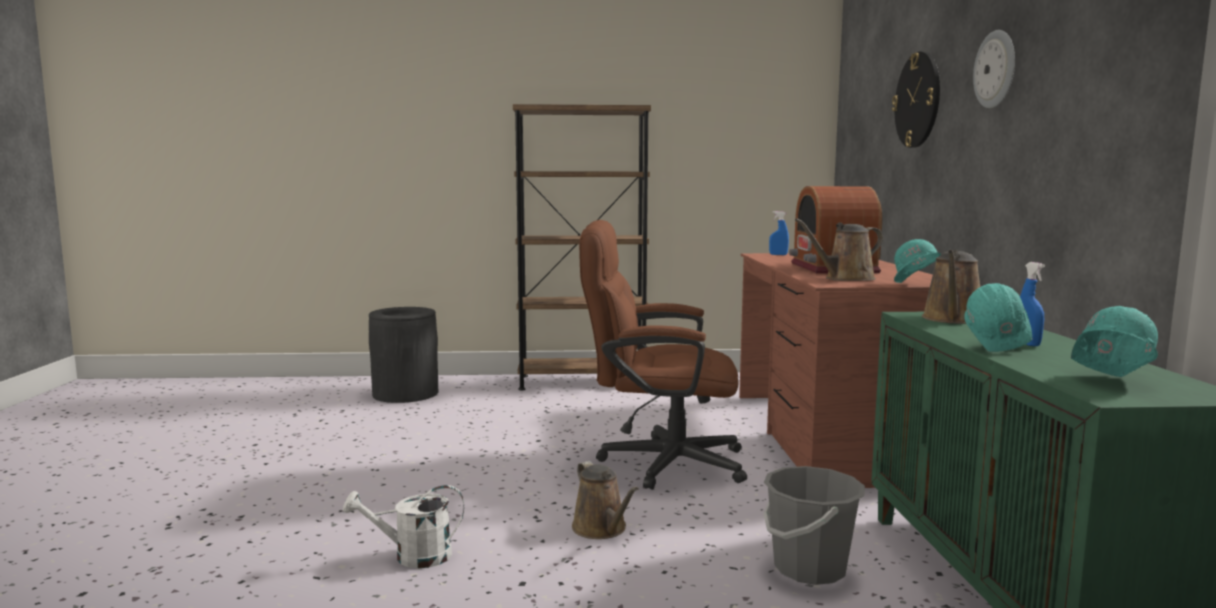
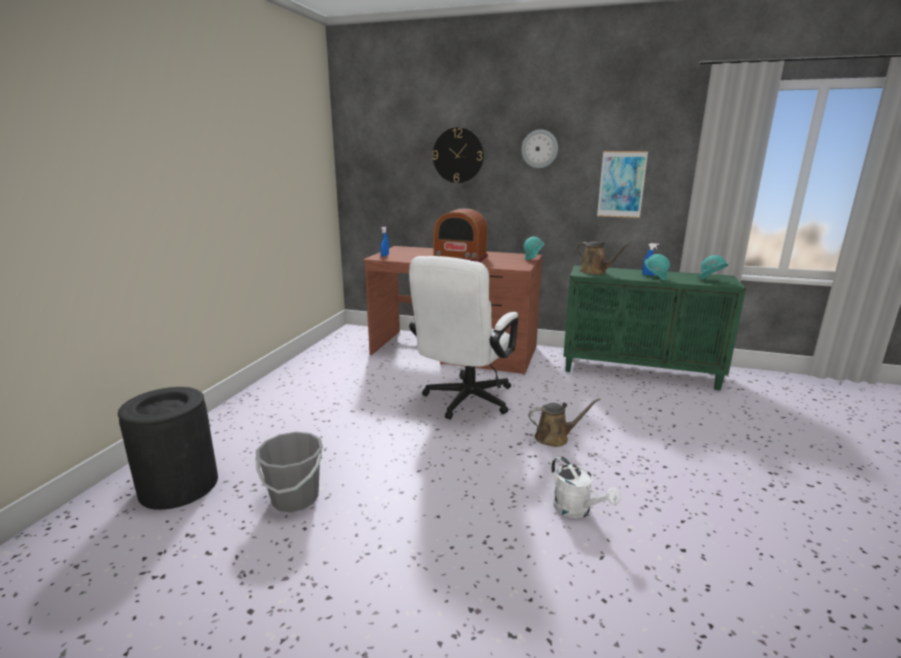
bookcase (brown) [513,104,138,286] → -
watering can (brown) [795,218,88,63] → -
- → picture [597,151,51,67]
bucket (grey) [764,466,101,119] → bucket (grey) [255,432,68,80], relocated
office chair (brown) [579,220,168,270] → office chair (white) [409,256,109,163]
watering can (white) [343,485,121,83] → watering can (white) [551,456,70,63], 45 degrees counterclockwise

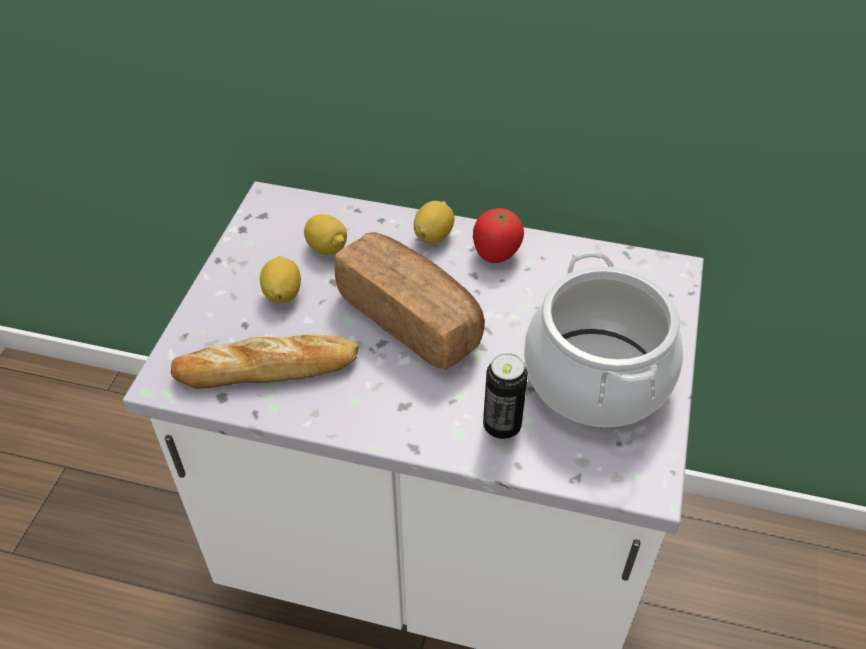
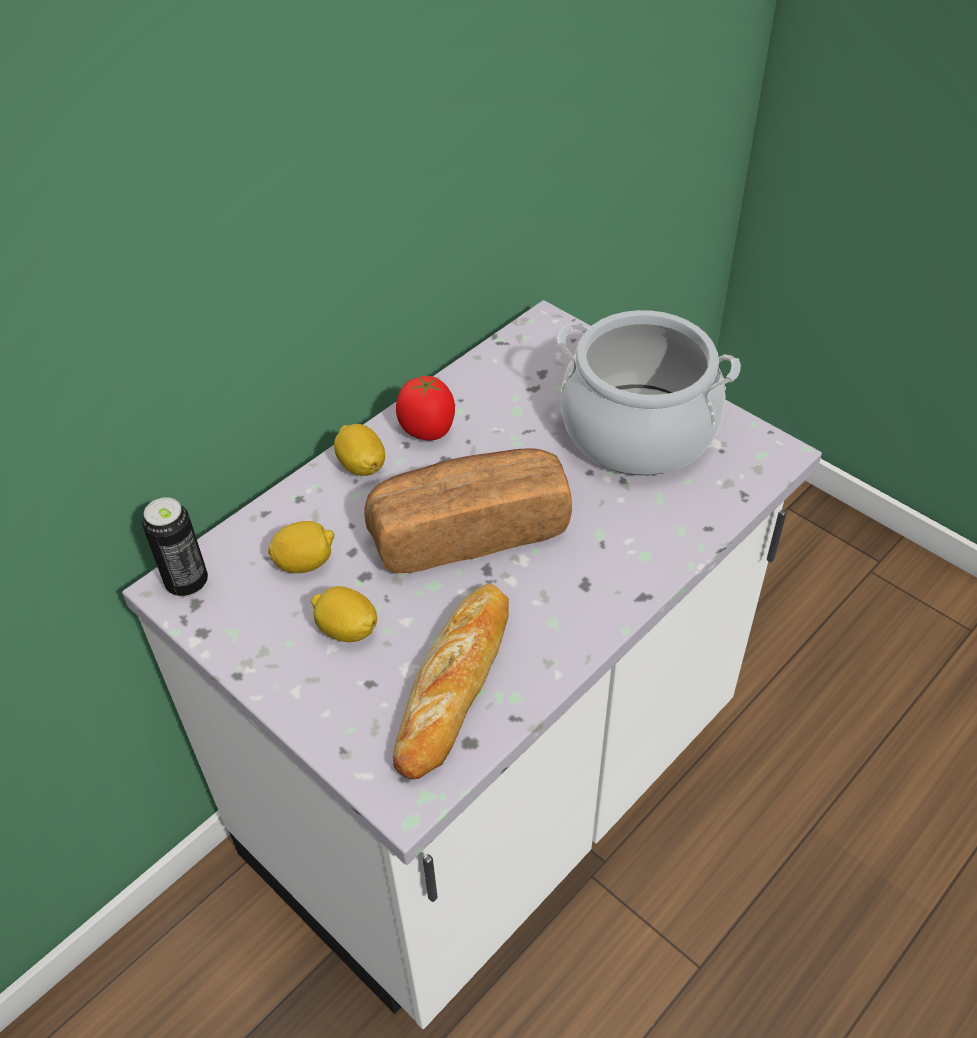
can [483,353,45,86] → can [142,497,66,100], relocated

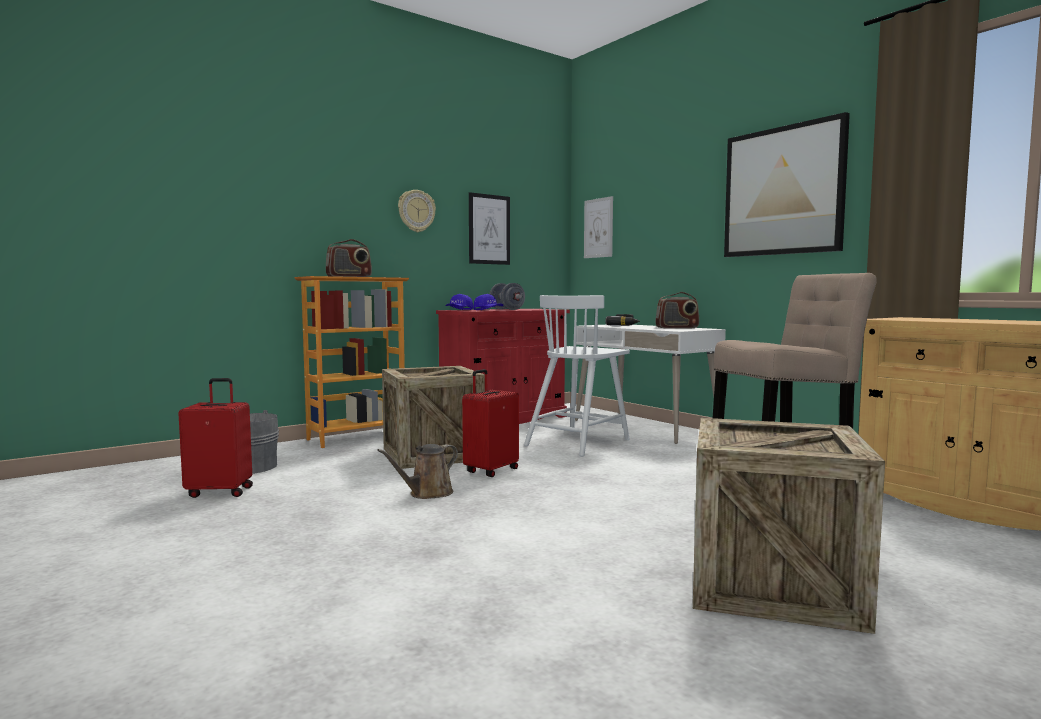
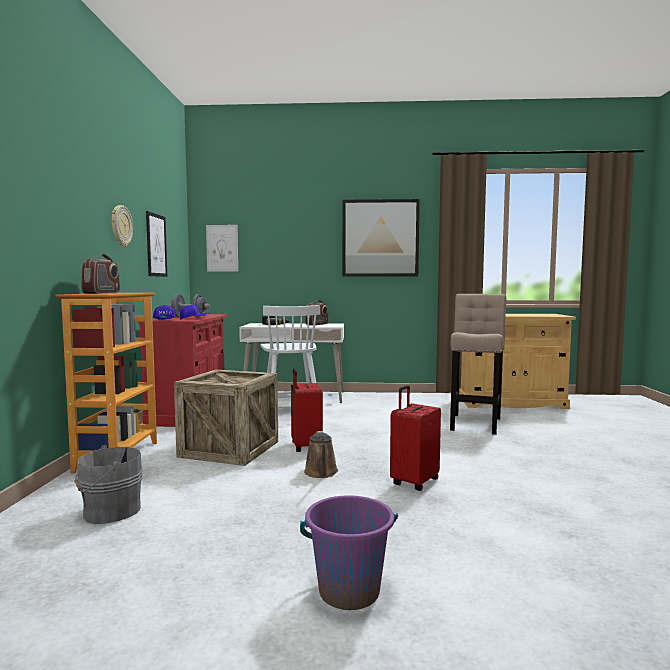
crate [693,418,192,216] → -
- → bucket (purple) [300,495,98,115]
suitcase (red) [178,378,75,120] → suitcase (red) [390,385,51,106], relocated

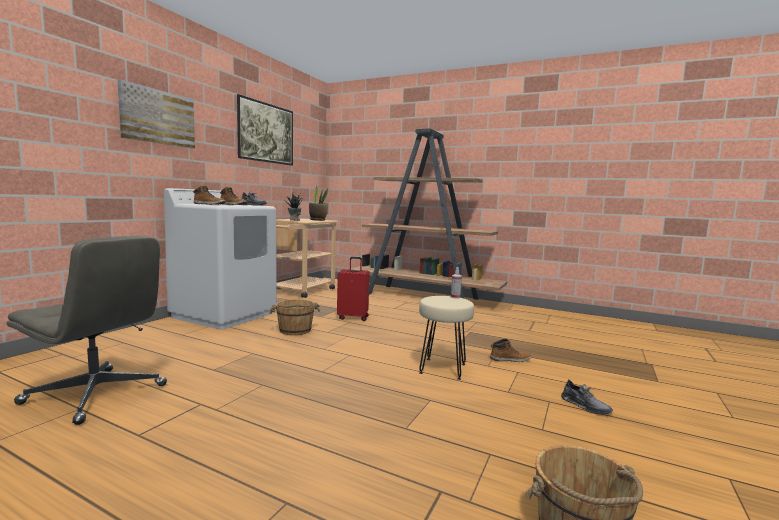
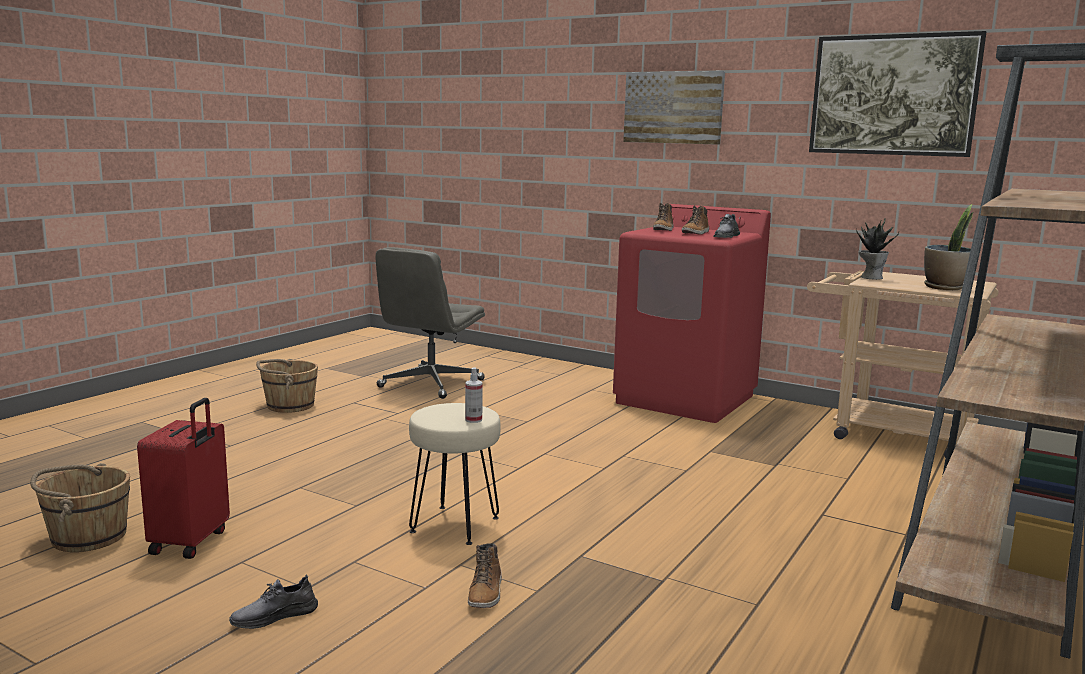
bucket (brown) [270,299,50,36] → bucket (brown) [256,359,62,54], relocated
suitcase (red) [337,257,33,64] → suitcase (red) [137,398,93,161], relocated
washing machine (white) [164,188,113,142] → washing machine (red) [613,204,158,219]

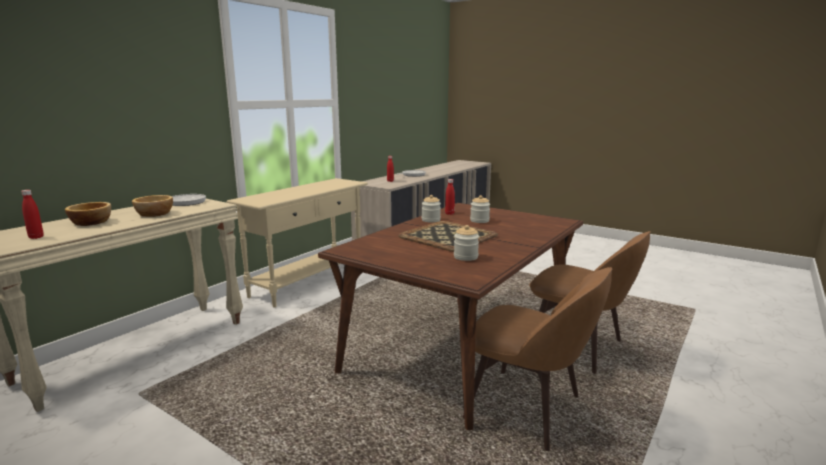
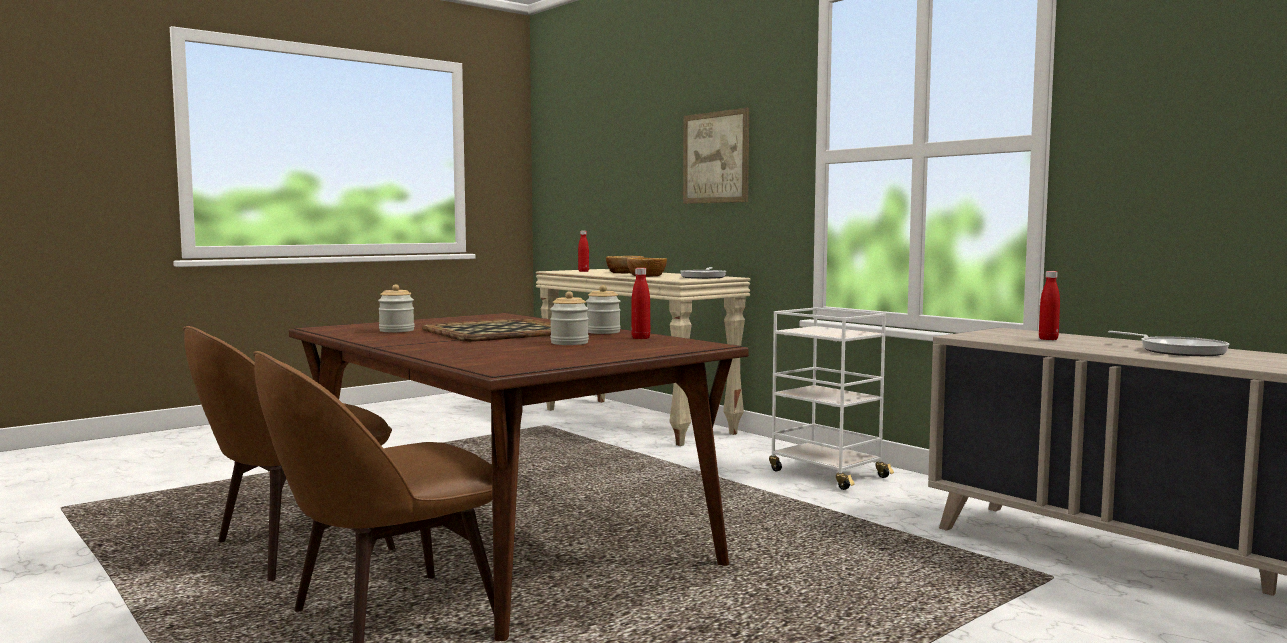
- → picture [683,108,66,96]
console table (beige) [227,178,141,129] → cart (white) [769,307,125,183]

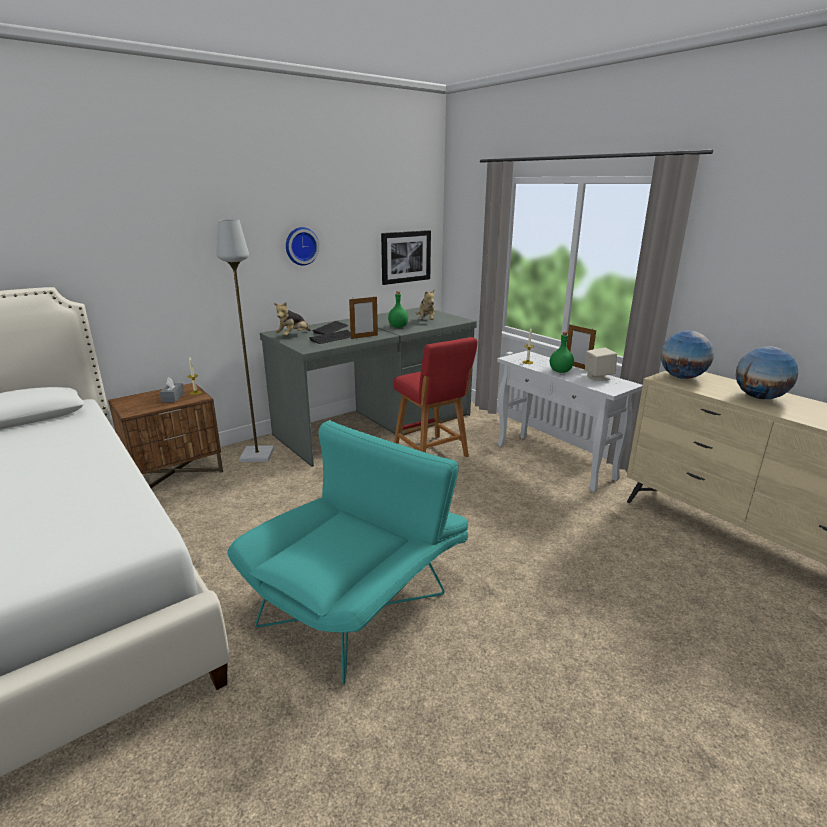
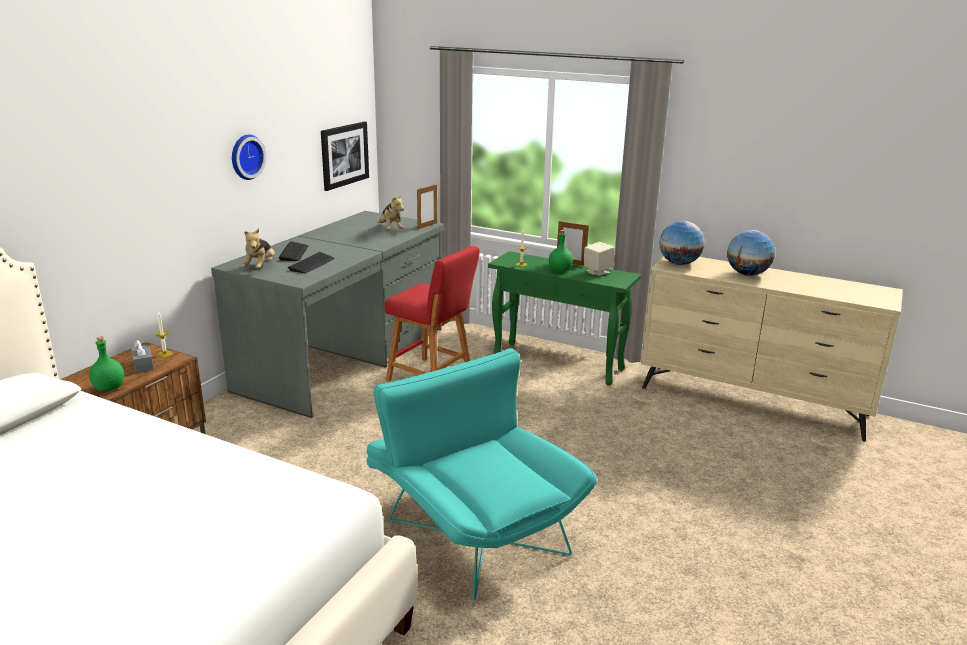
floor lamp (grey) [217,220,57,242] → -
picture frame [349,297,29,42] → picture frame [417,185,20,44], relocated
bottle (green) [388,291,20,37] → bottle (green) [89,337,35,54], relocated
console table (white) [497,351,146,141] → console table (green) [488,251,153,134]
armchair (turquoise) [227,420,241,265] → armchair (turquoise) [367,348,230,252], 45 degrees counterclockwise

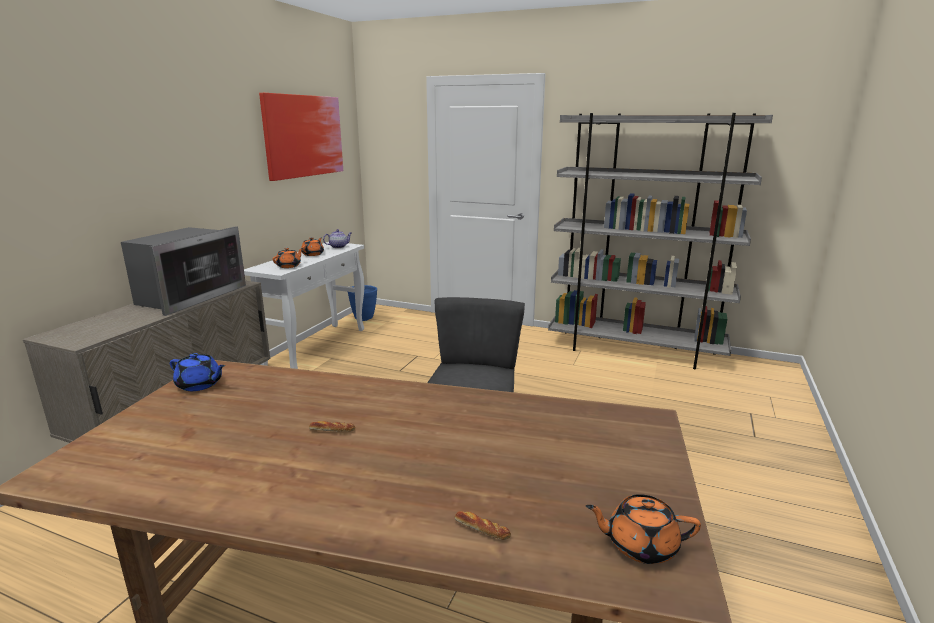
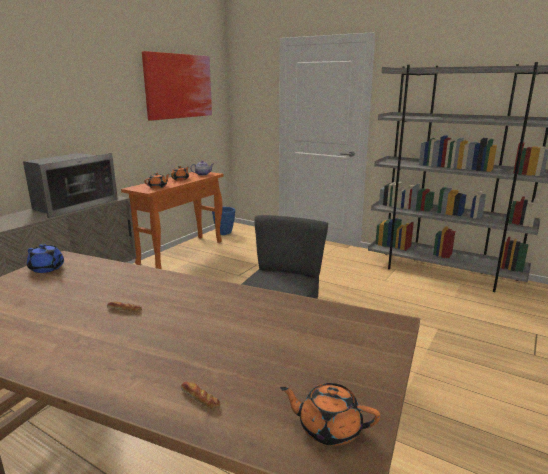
console table (white) [244,242,120,127] → console table (orange) [121,171,102,98]

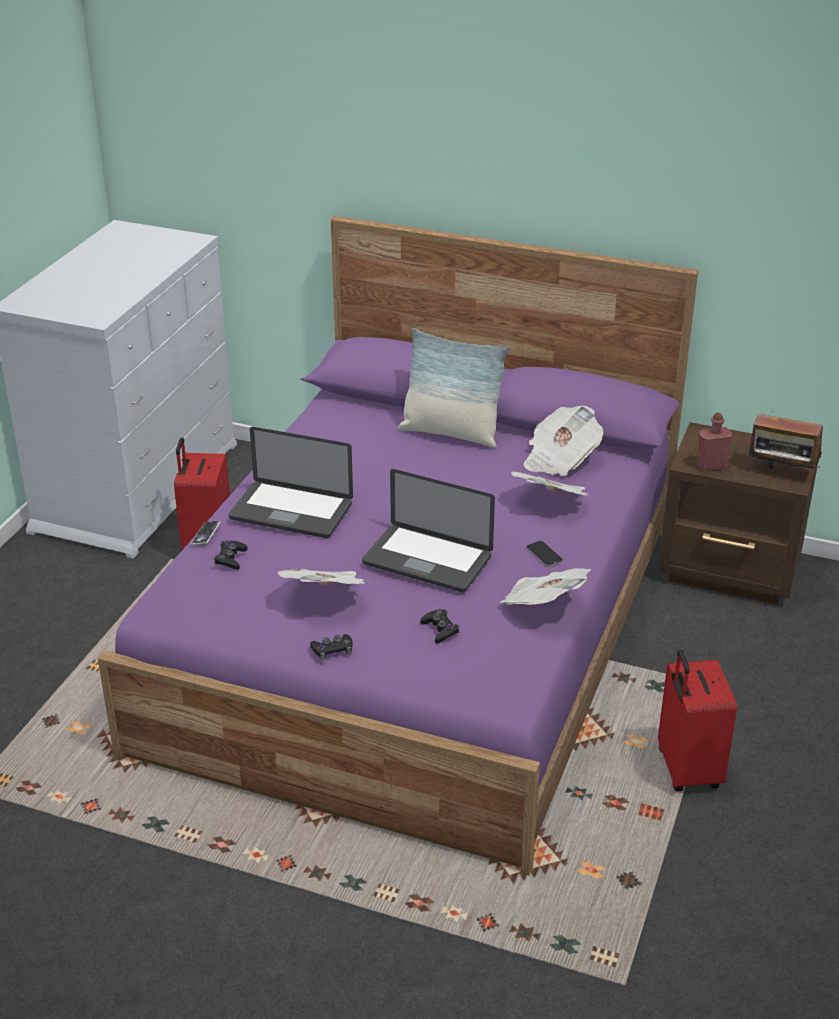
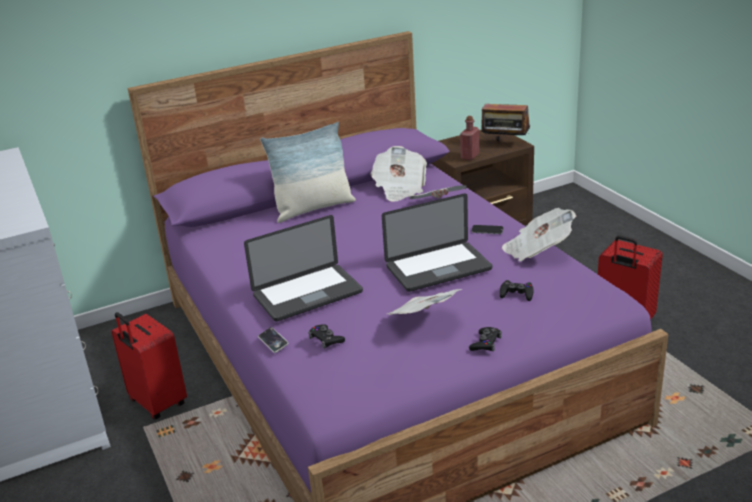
radio [748,412,75,58] → radio [481,97,49,44], 45 degrees clockwise

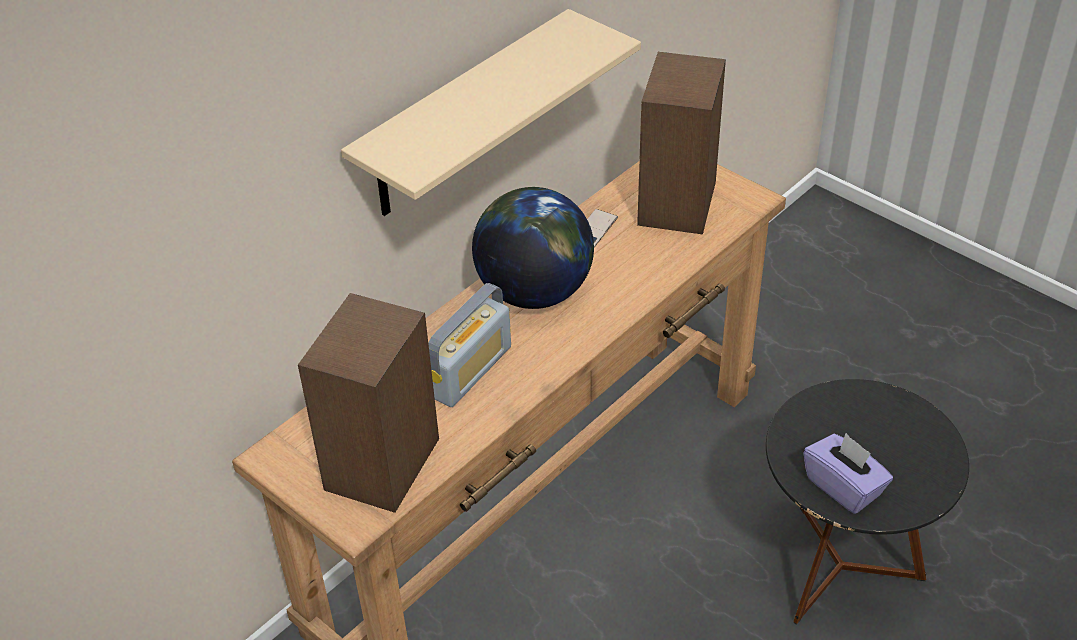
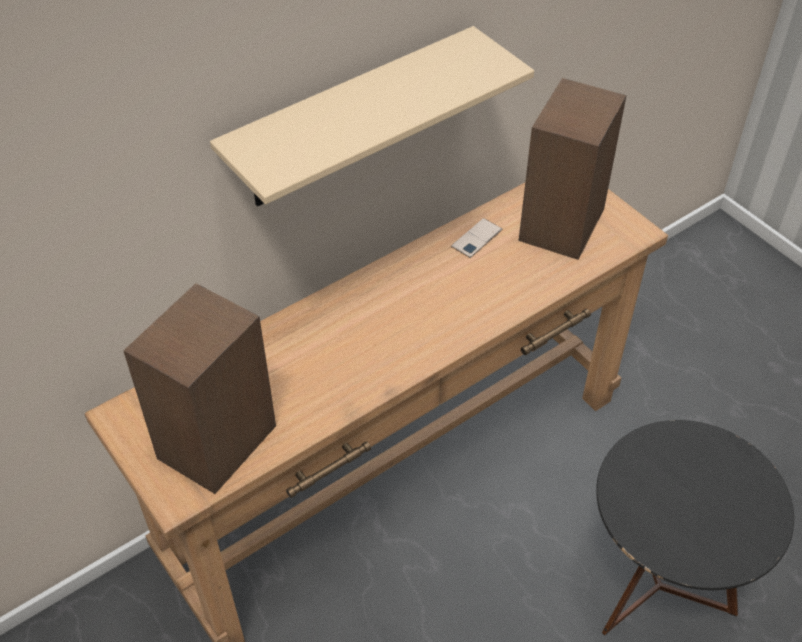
radio [428,283,83,124] → -
globe [472,187,122,122] → -
tissue box (purple) [804,433,89,81] → -

